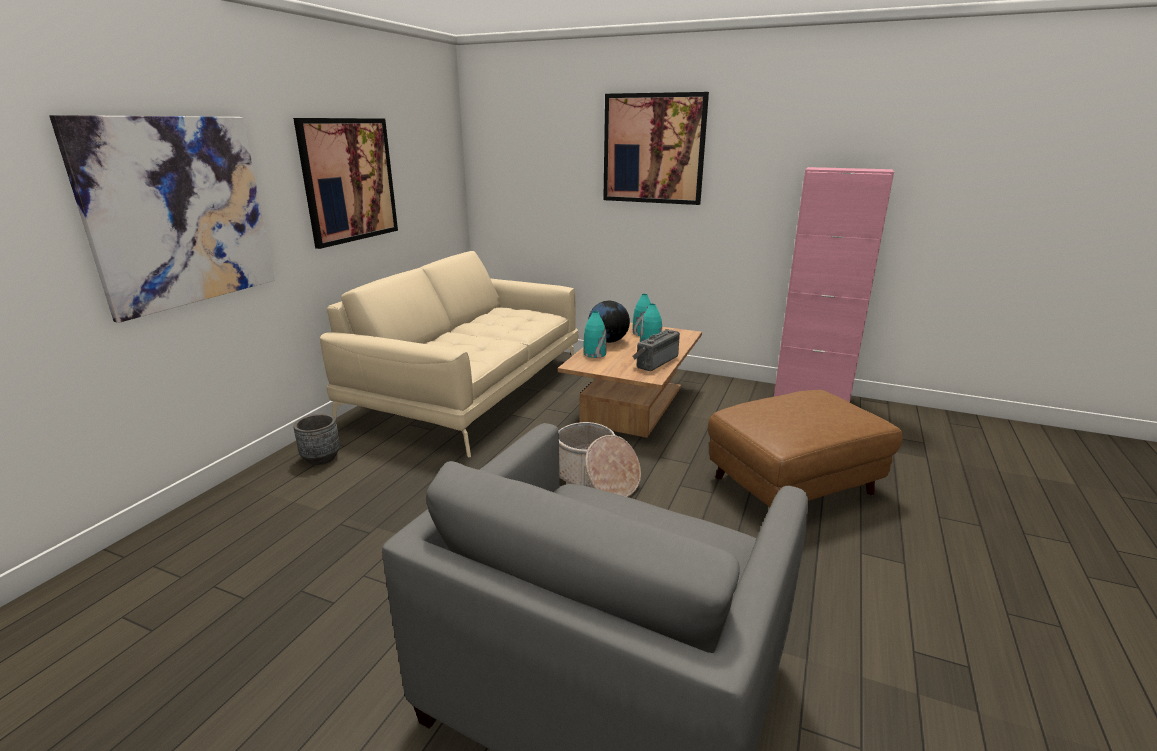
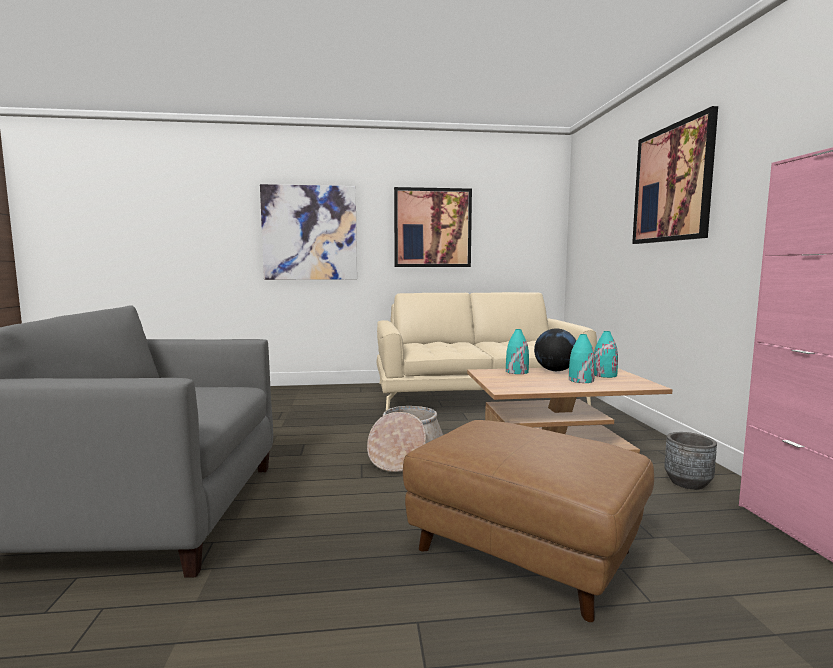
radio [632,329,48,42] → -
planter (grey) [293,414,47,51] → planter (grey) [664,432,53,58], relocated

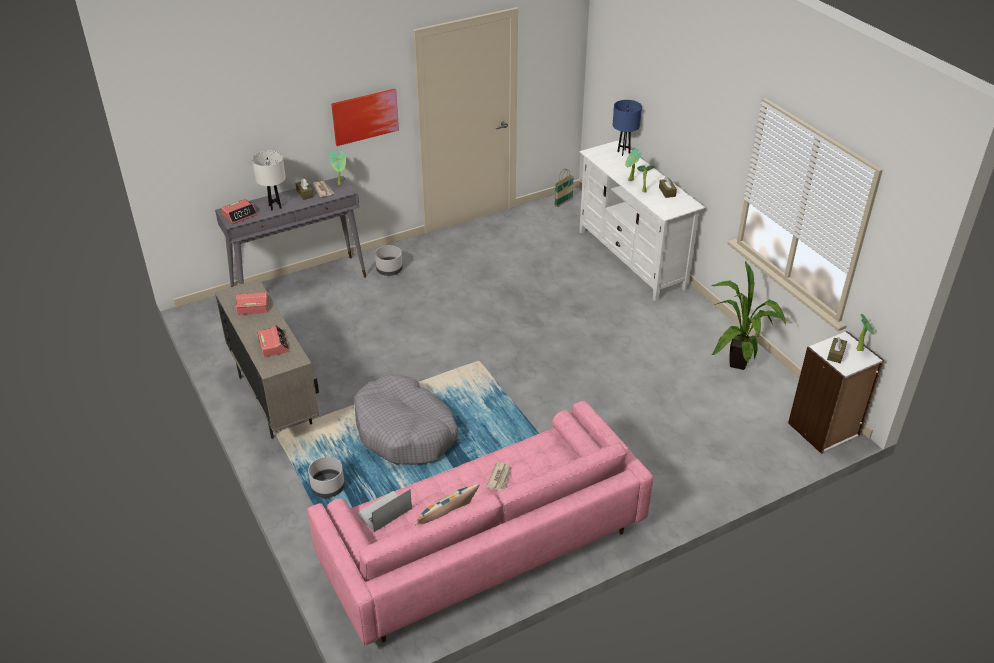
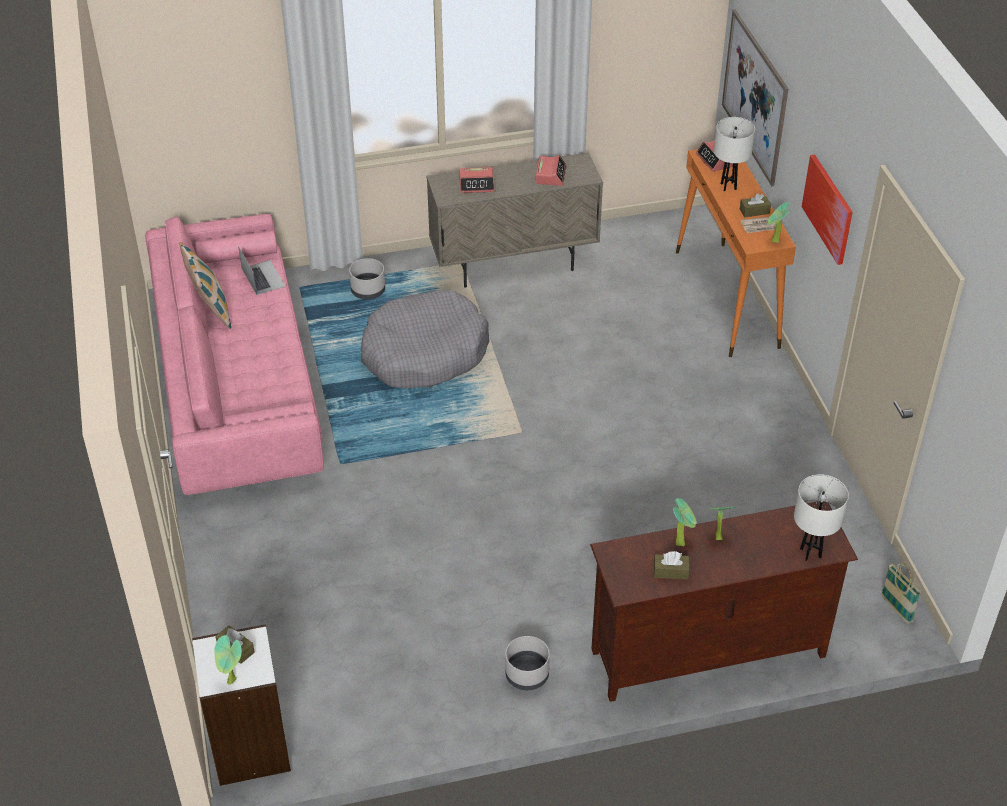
newspaper [486,462,26,29] → -
potted plant [711,262,75,108] → -
- → picture [722,9,67,178]
planter (grey) [375,245,28,31] → planter (grey) [505,636,45,54], relocated
console table (grey) [215,176,151,111] → console table (orange) [676,149,120,208]
tv stand (white) [579,141,126,160] → tv stand (brown) [590,501,268,201]
table lamp (blue) [613,100,29,56] → table lamp (white) [794,474,55,87]

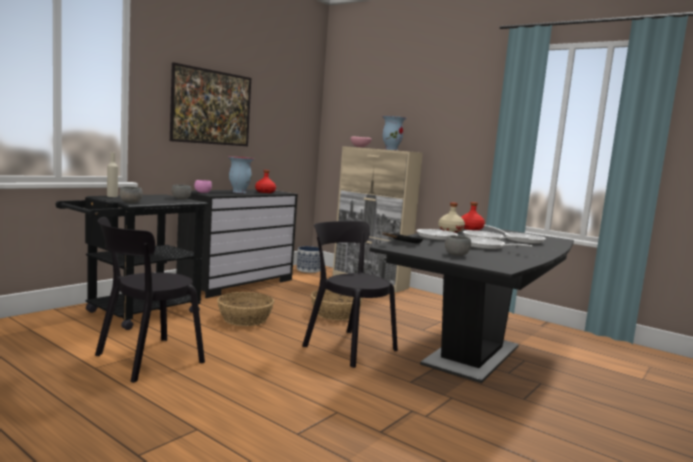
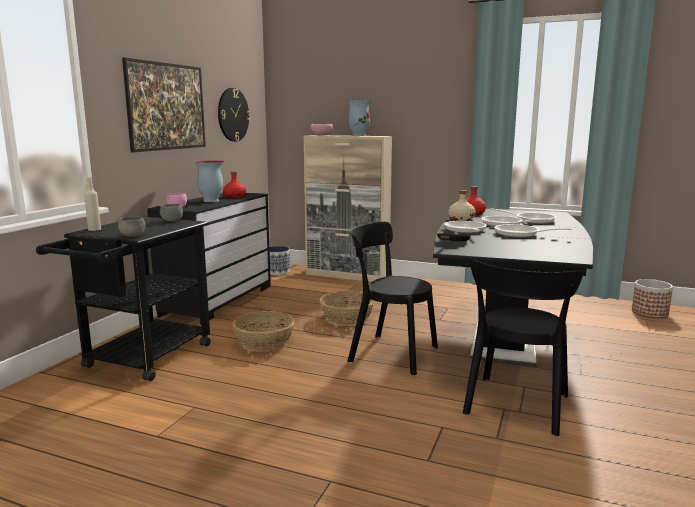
bowl (grey) [445,235,26,21] → -
- → wall clock [218,88,33,54]
- → planter [632,279,41,39]
chair (black) [95,217,110,166] → chair (black) [463,258,120,178], relocated

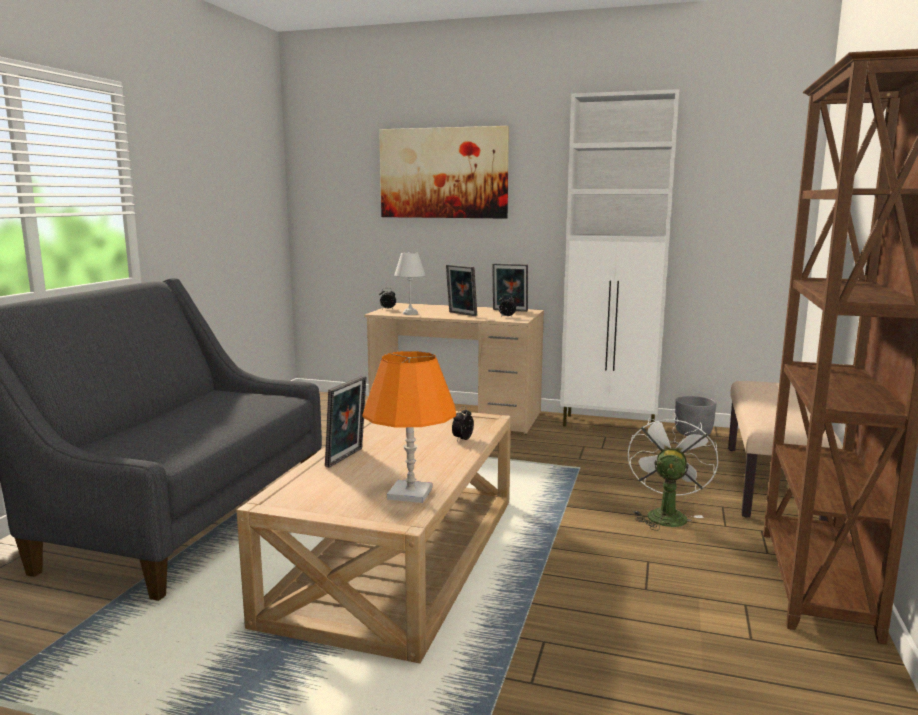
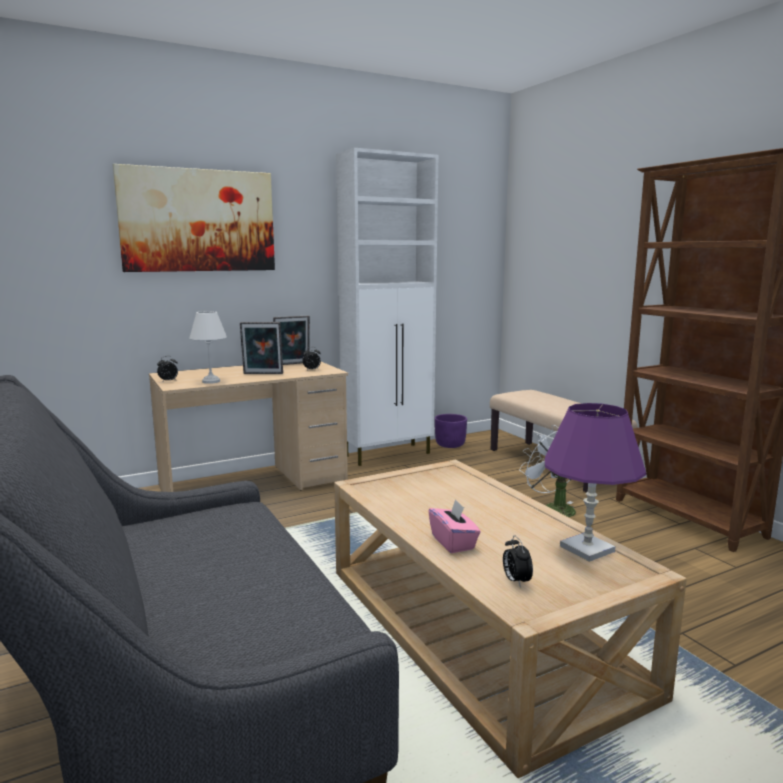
alarm clock [452,406,22,35] → alarm clock [503,535,30,53], relocated
picture frame [325,376,42,92] → tissue box (pink) [428,499,53,54]
table lamp (orange) [362,351,94,152] → table lamp (purple) [545,403,101,159]
planter (grey) [675,396,42,40] → planter (purple) [435,414,32,34]

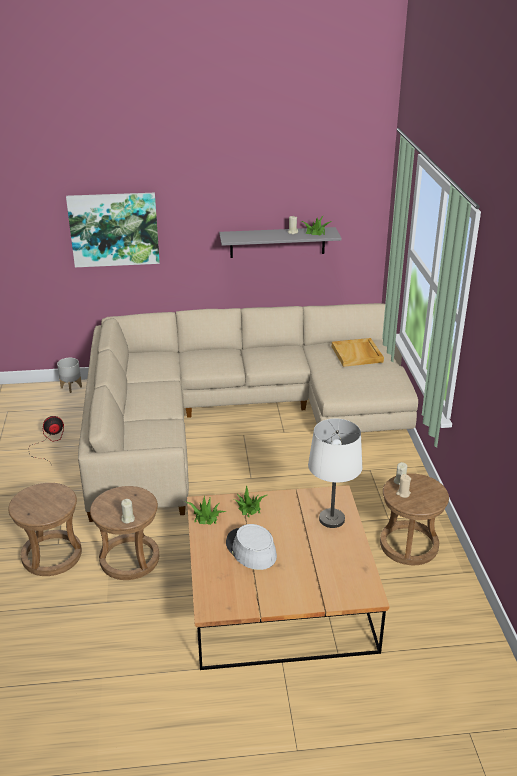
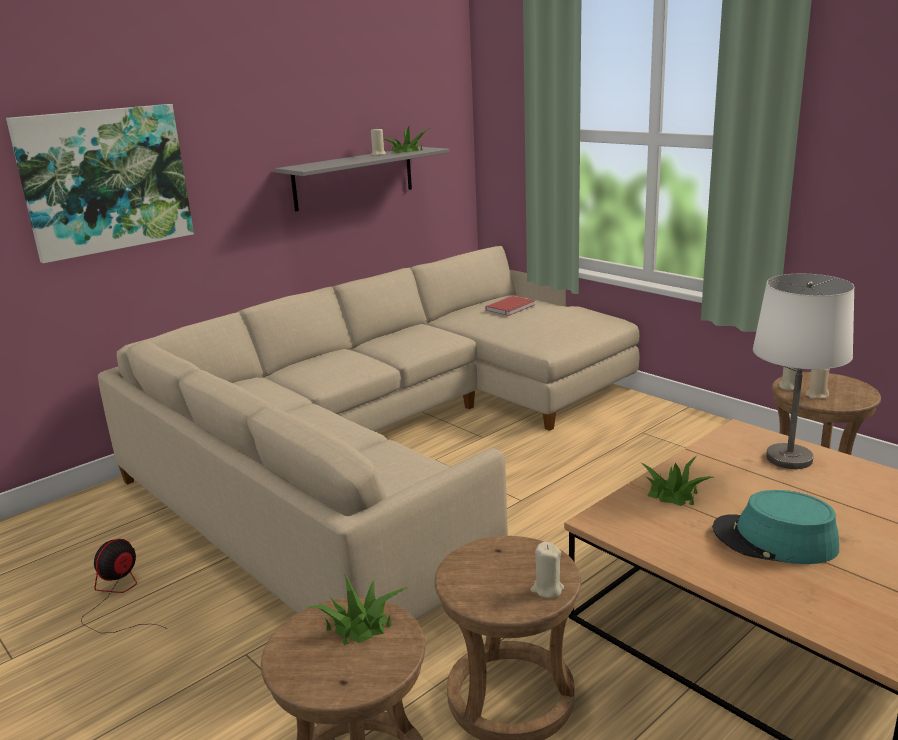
planter (grey) [57,358,25,35] → -
potted plant [184,496,42,29] → potted plant [308,574,99,71], relocated
tray (beige) [332,338,52,29] → book (red) [485,296,51,20]
hat (grey) [226,524,51,46] → hat (turquoise) [712,490,127,74]

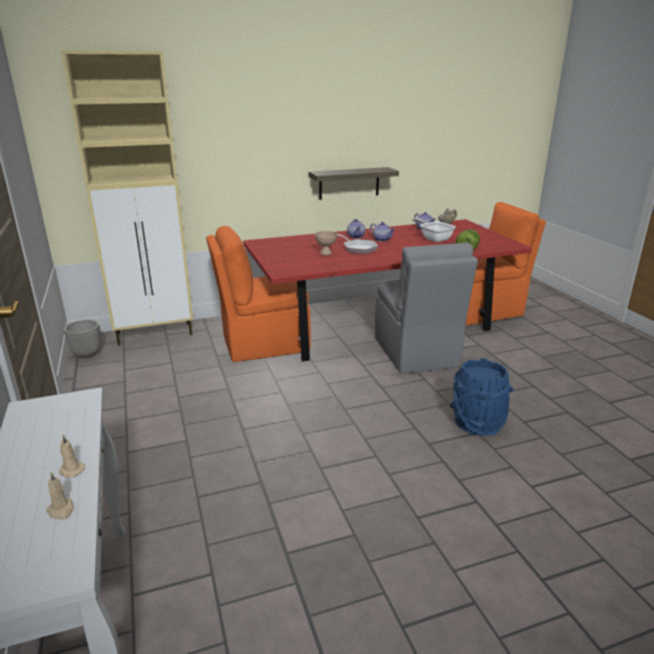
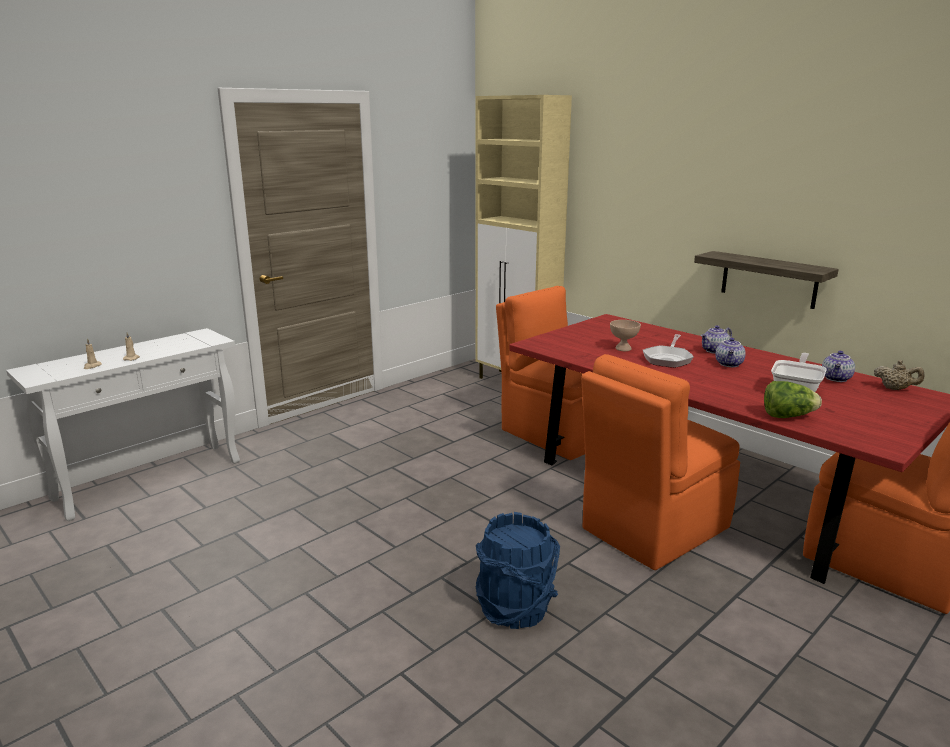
planter [64,320,37,39] → -
chair (grey) [375,243,103,131] → chair (orange) [581,354,159,216]

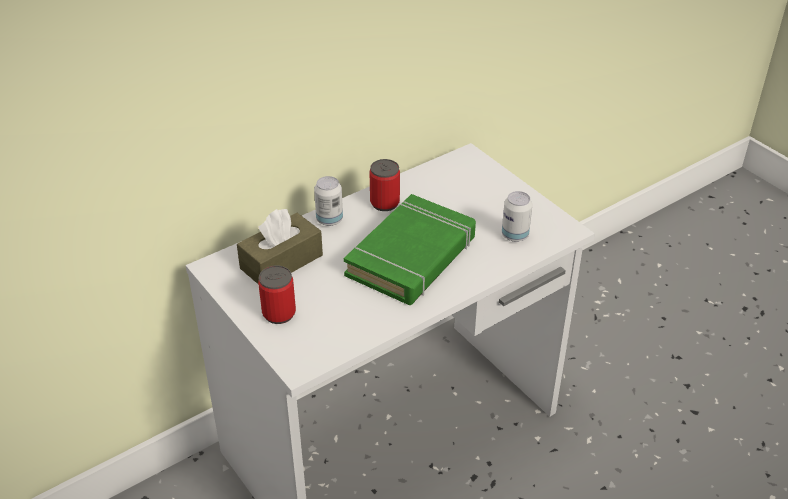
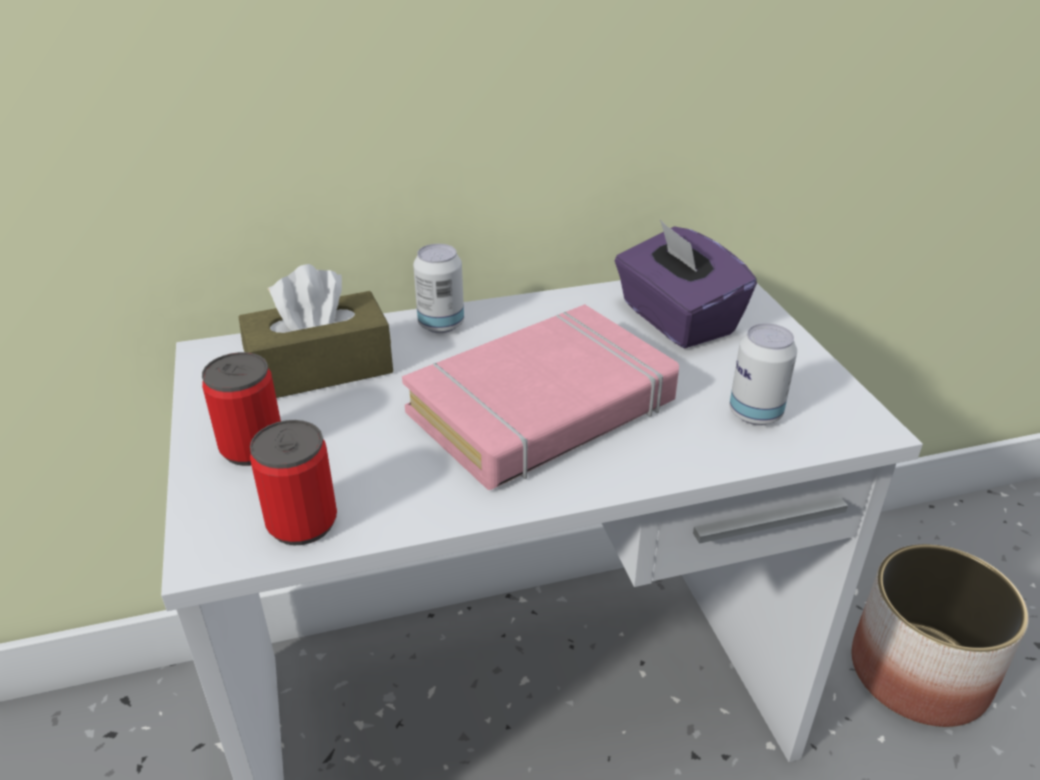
- → tissue box (purple) [615,220,142,128]
- → planter [852,544,177,183]
can [370,159,30,52] → can [250,420,87,125], relocated
book (green) [344,194,132,111] → book (pink) [402,304,277,186]

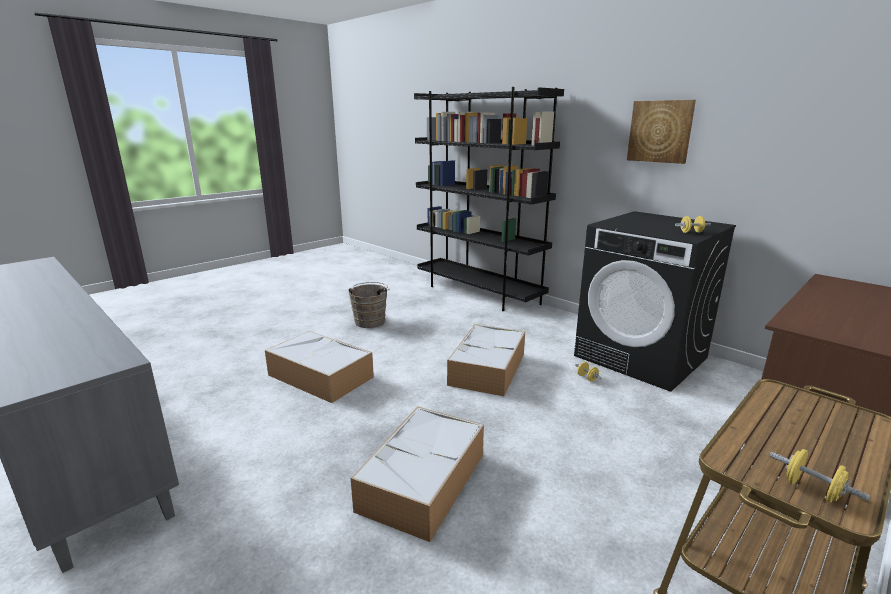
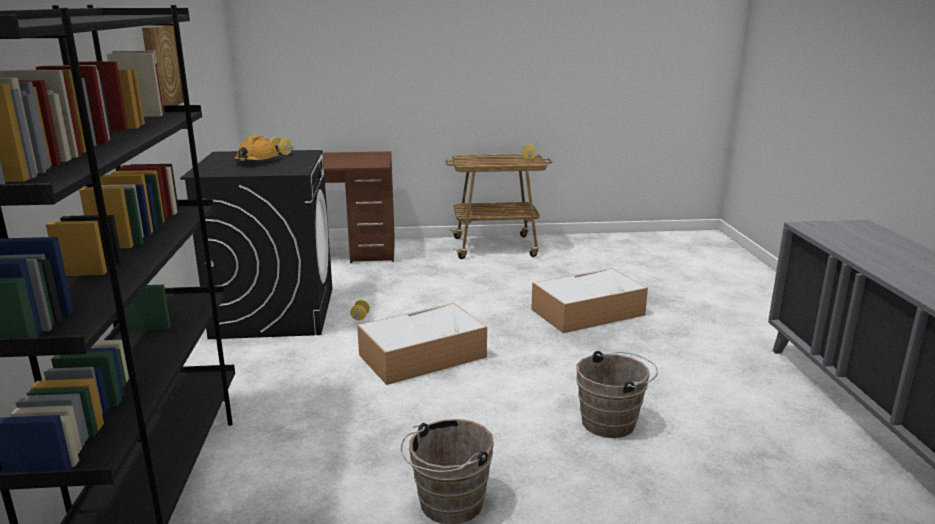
- → hard hat (orange) [234,135,46,26]
storage box [265,331,109,72] → bucket (brown) [576,351,82,87]

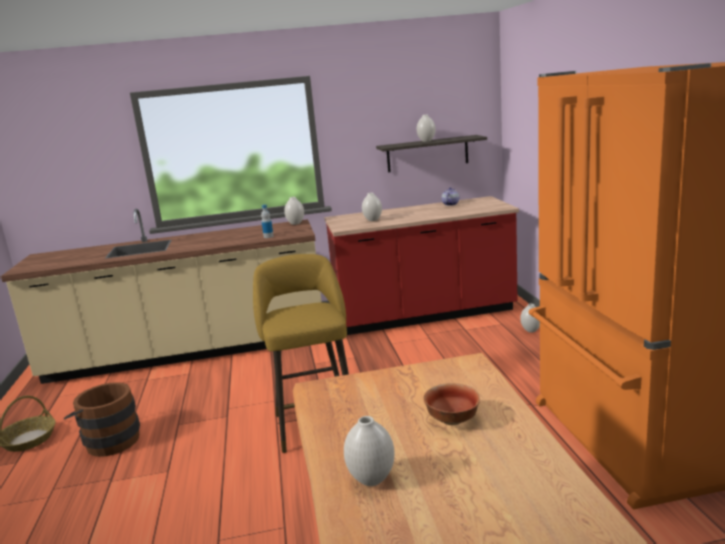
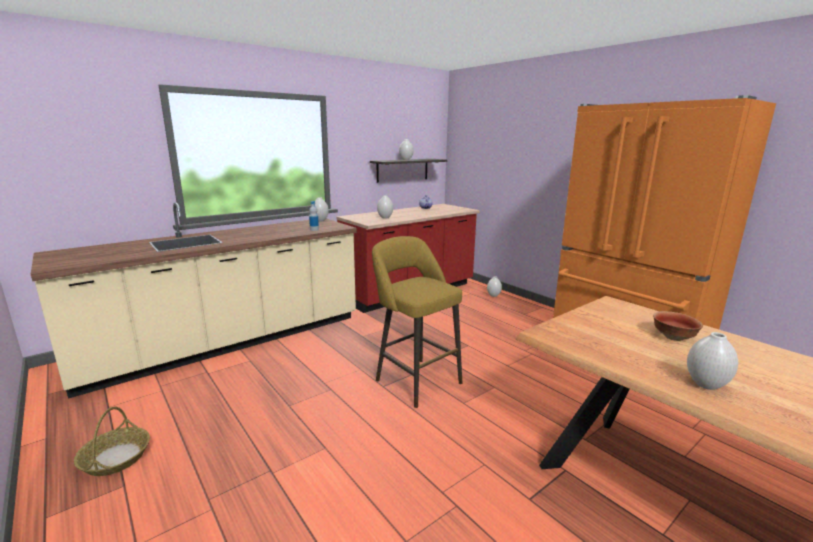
bucket (brown) [64,382,76,75] → -

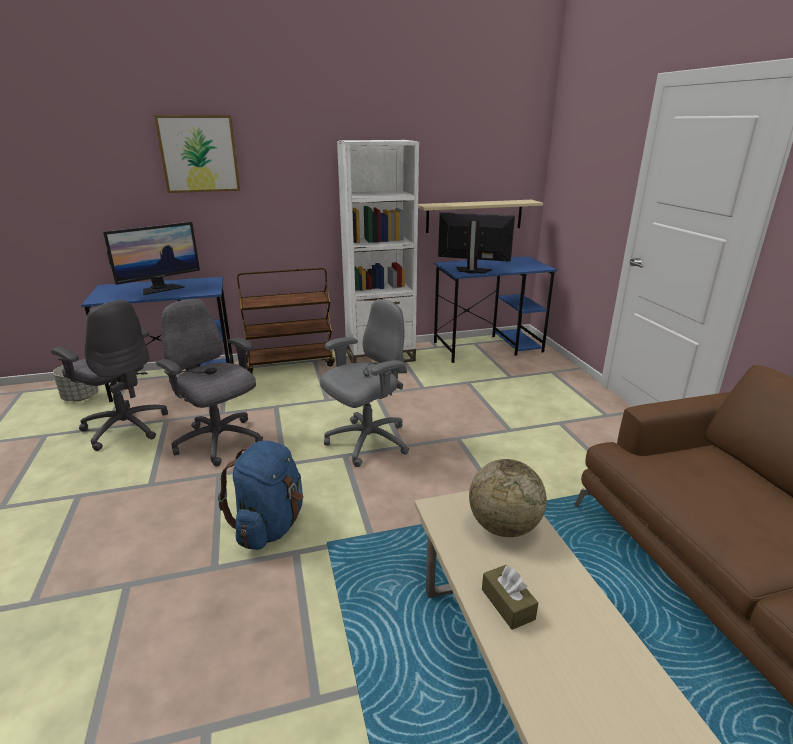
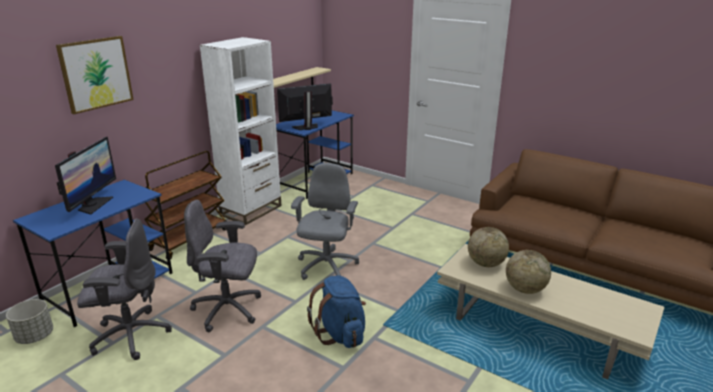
tissue box (brown) [482,565,56,65] → globe [506,250,45,44]

